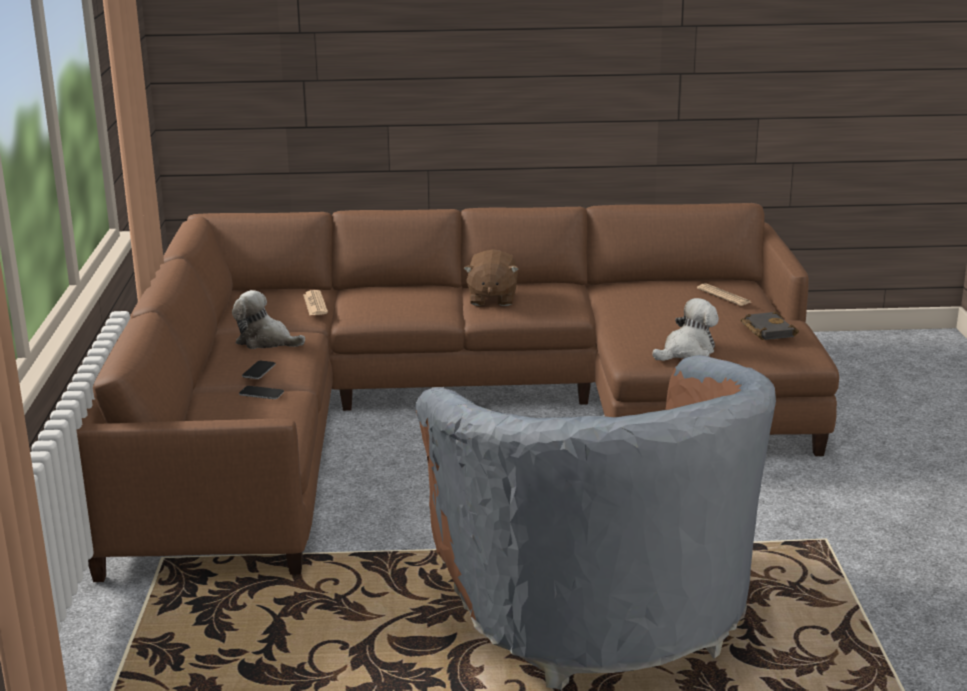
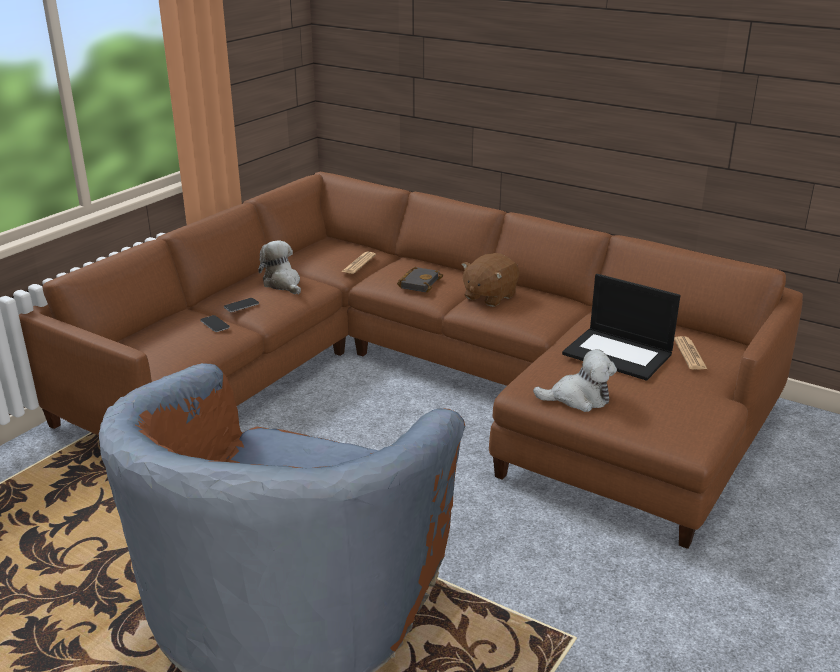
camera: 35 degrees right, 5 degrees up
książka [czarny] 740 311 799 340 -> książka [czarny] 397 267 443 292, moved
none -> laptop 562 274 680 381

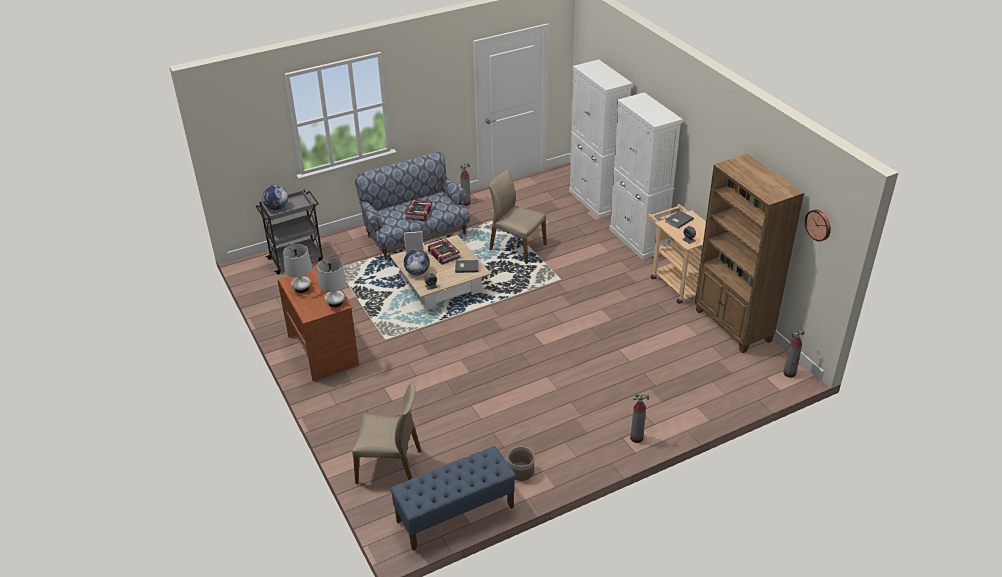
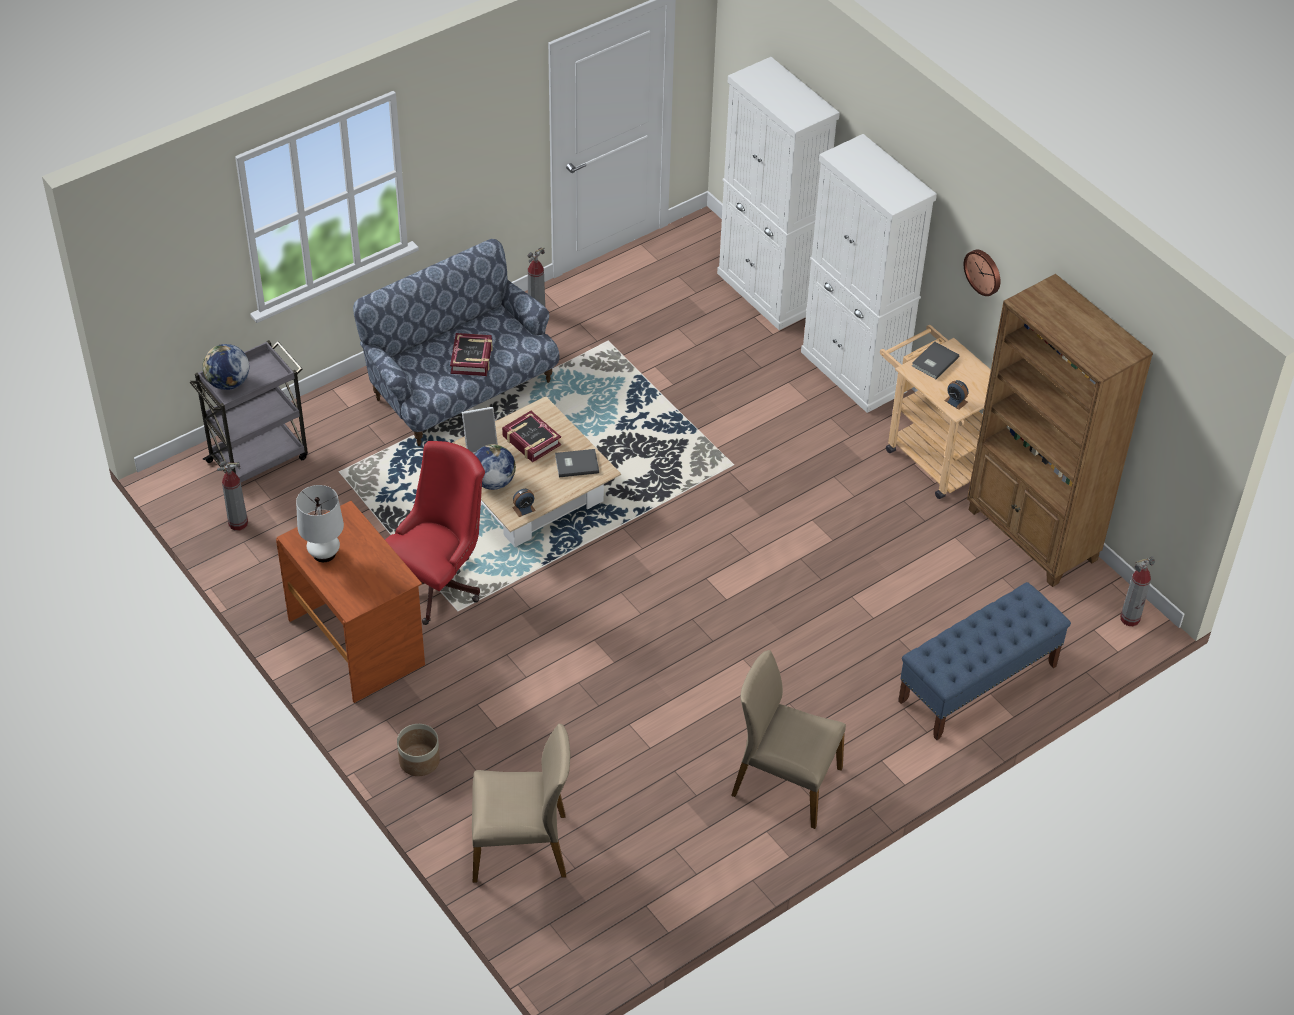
camera: 10 degrees left, 10 degrees up
gaśnica 630 394 649 443 -> gaśnica 217 461 248 531, moved
none -> krzesło biurowe [czerwony] 385 441 485 625
donica 508 447 534 481 -> donica 397 724 440 776, moved
krzesło [beżowy] 489 170 547 264 -> krzesło [beżowy] 731 650 846 829, moved
ławka [niebieski] 390 446 516 551 -> ławka [niebieski] 898 582 1071 740, moved
zegar ścienny 805 210 831 242 -> zegar ścienny 964 250 1001 296, moved
lampa stołowa [biały] 317 258 347 307 -> none

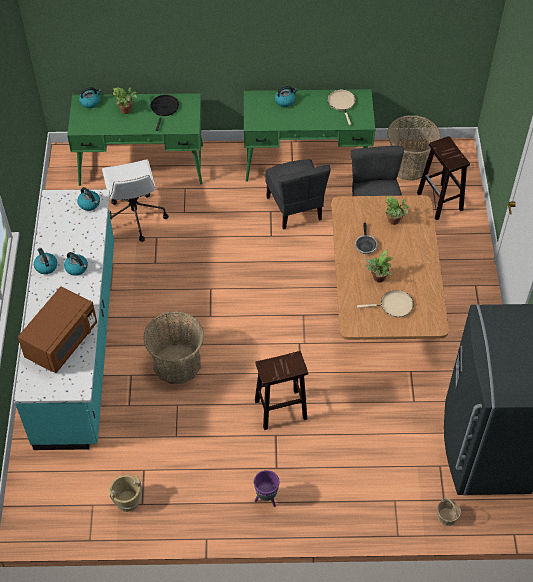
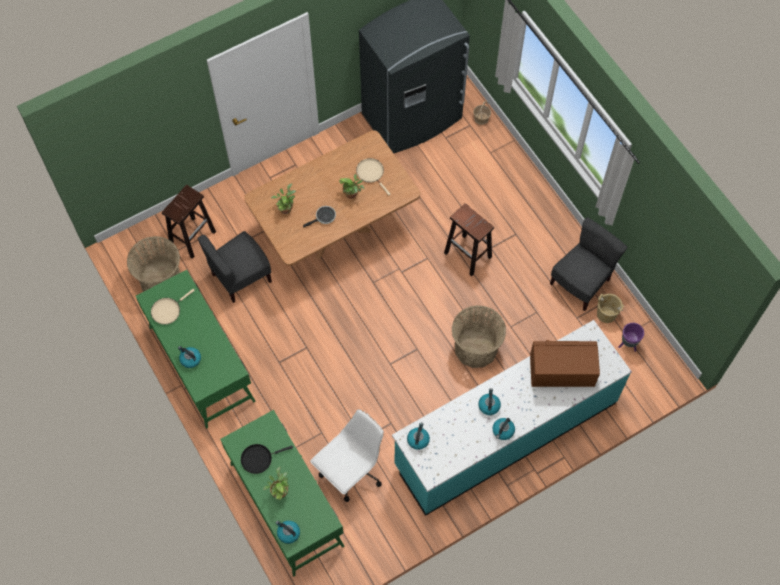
camera: 120 degrees left, 10 degrees up
krzesło [szary] 265 159 331 230 -> krzesło [szary] 550 217 627 311, moved
donica [fioletowy] 254 470 280 507 -> donica [fioletowy] 618 323 644 352, moved

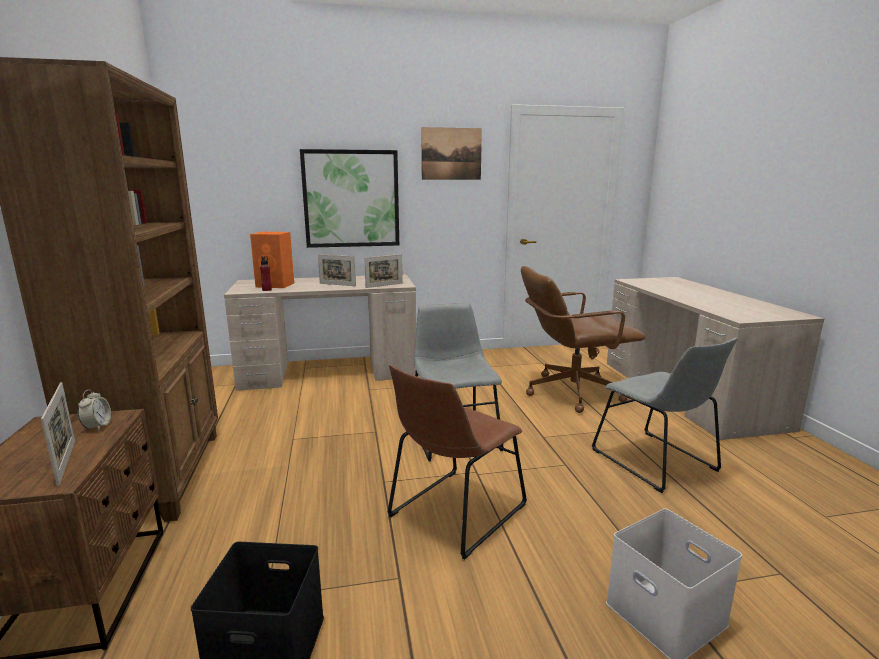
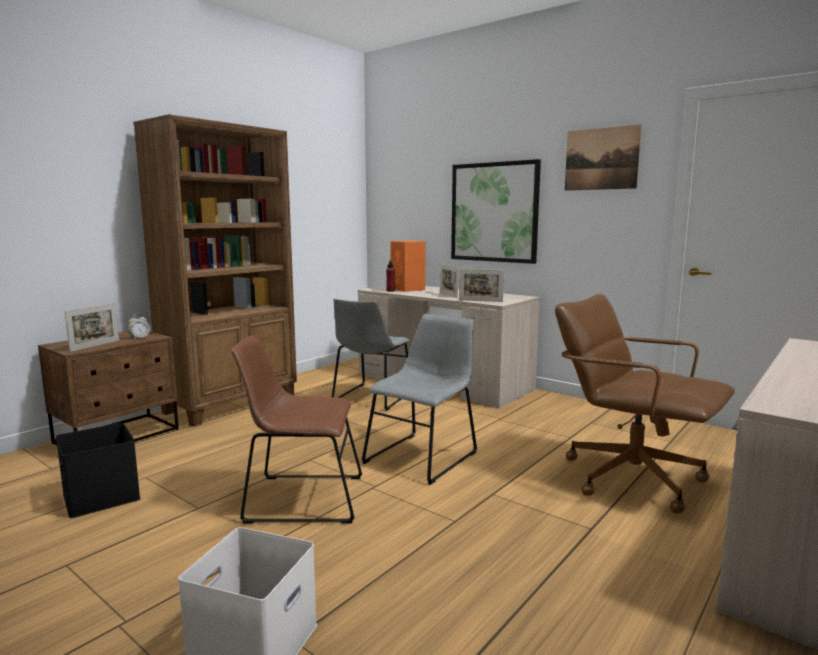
camera: 50 degrees right, 5 degrees down
krzesło [szary] 592 337 738 493 -> krzesło [szary] 332 299 410 411, moved

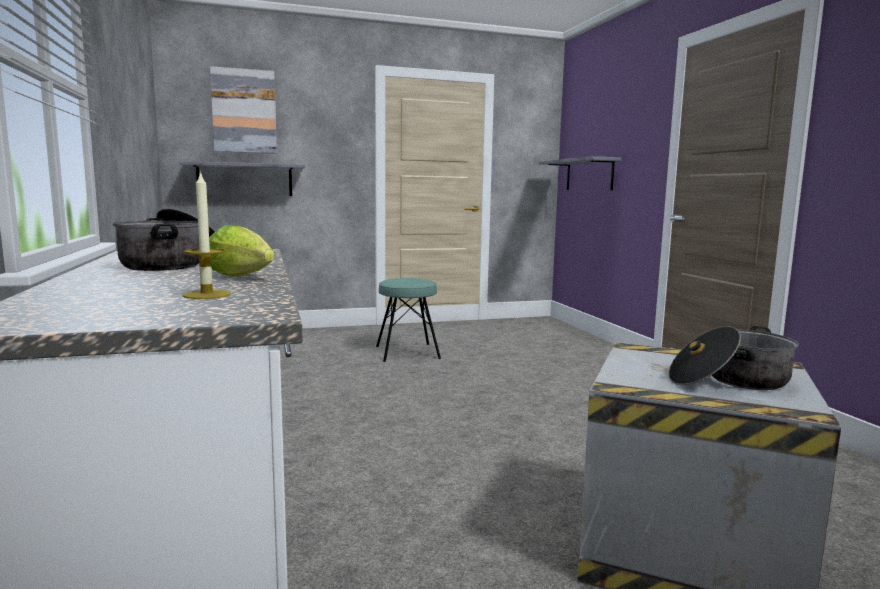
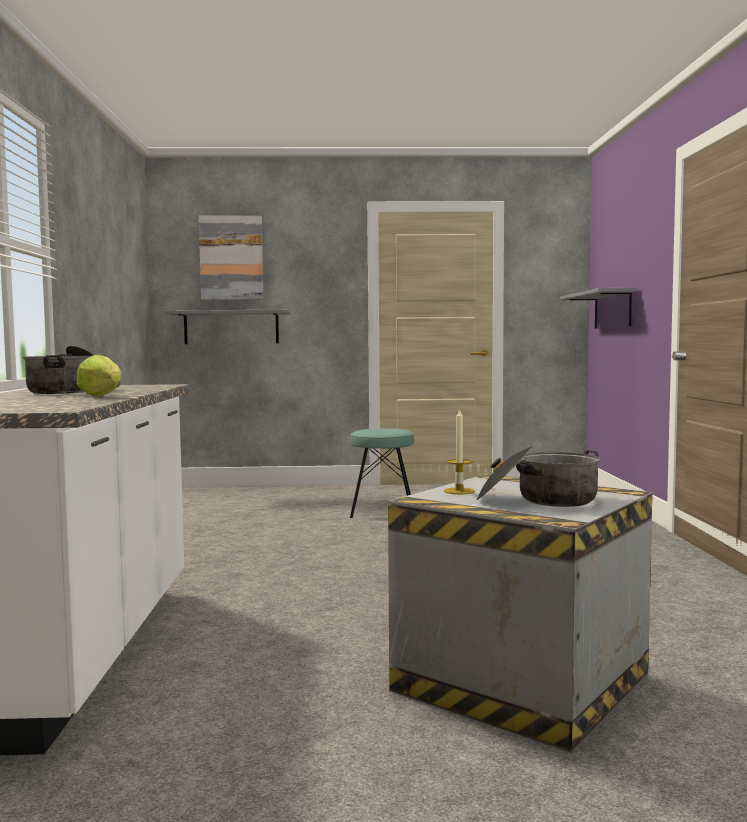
camera: 15 degrees right, 5 degrees down
świeca 183 171 231 299 -> świeca 444 408 475 494, moved

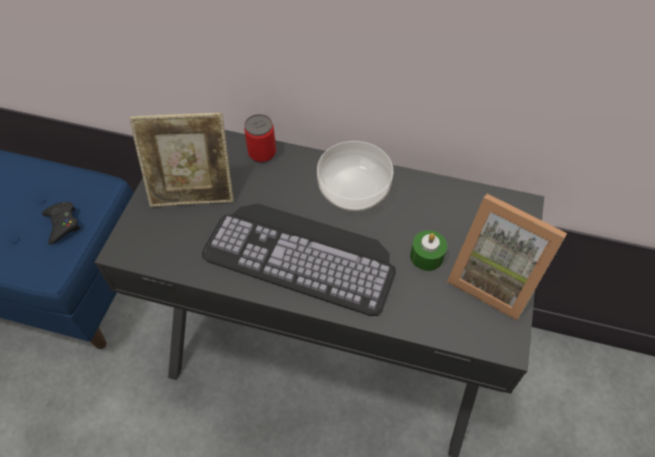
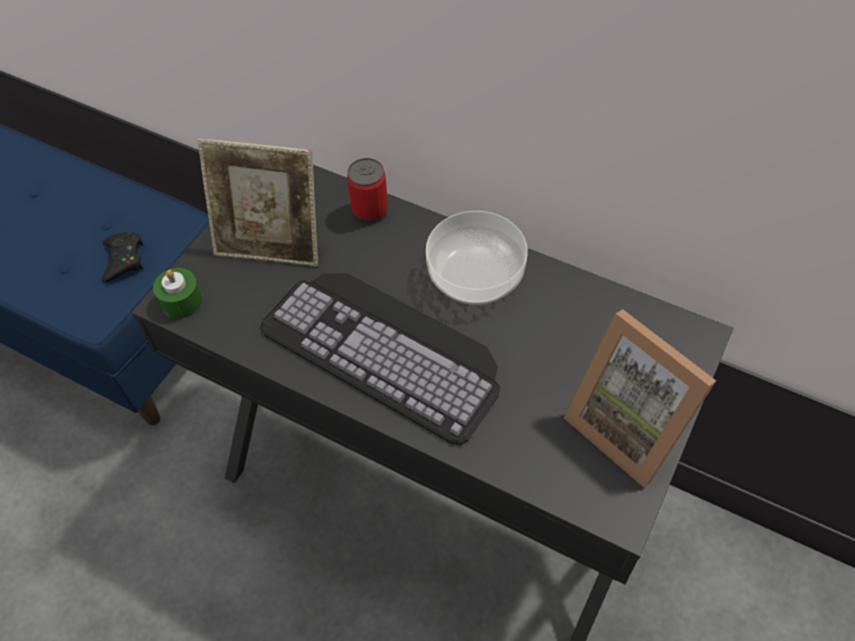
camera: 15 degrees right, 0 degrees up
świeca [zielony] 410 230 447 271 -> świeca [zielony] 153 268 203 318, moved

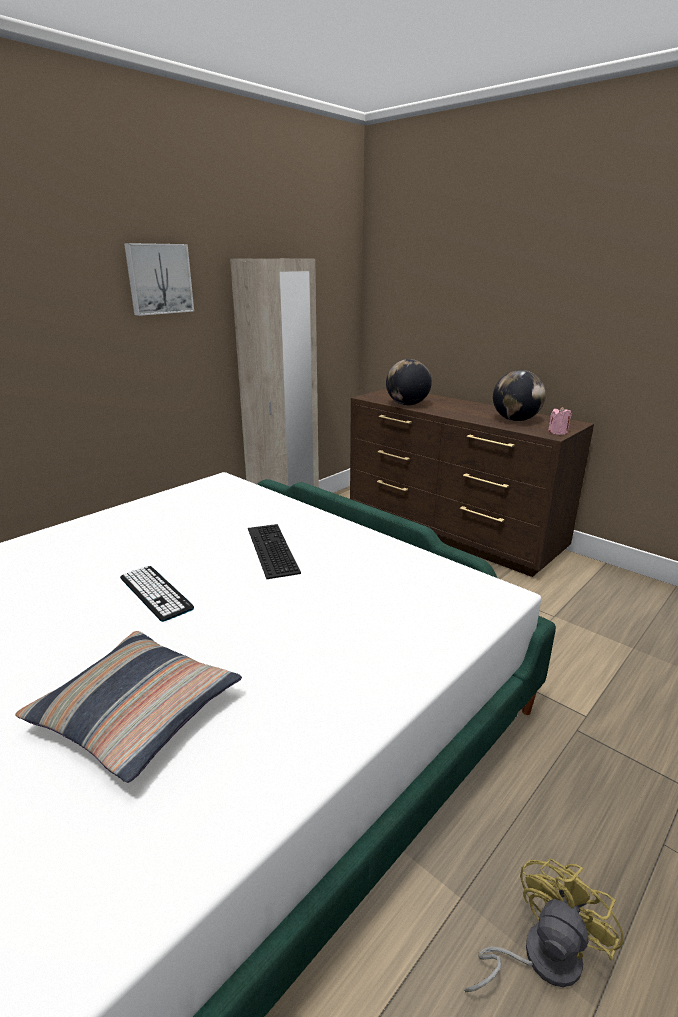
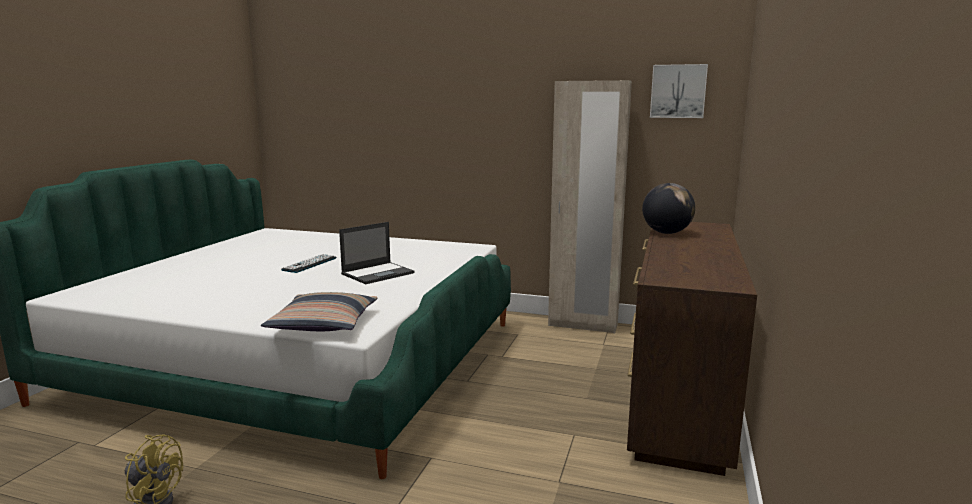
camera: 65 degrees right, 10 degrees down
poduszka 15 631 242 783 -> poduszka 261 292 378 331, moved
klawiatura 248 524 301 579 -> laptop 339 222 415 284
obraz 124 243 194 316 -> obraz 650 64 708 118, moved
globus 493 370 546 421 -> none
świeca [różowy] 548 407 572 435 -> none

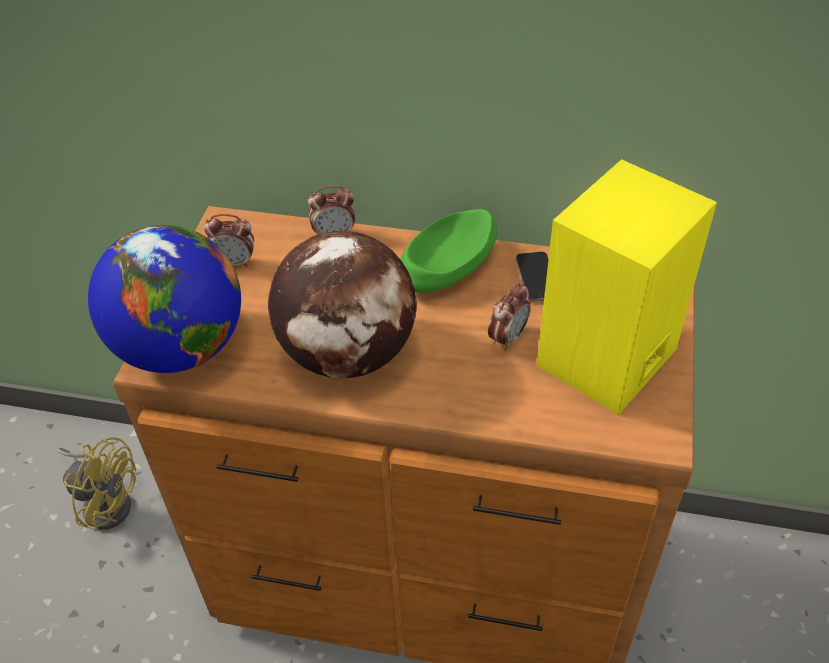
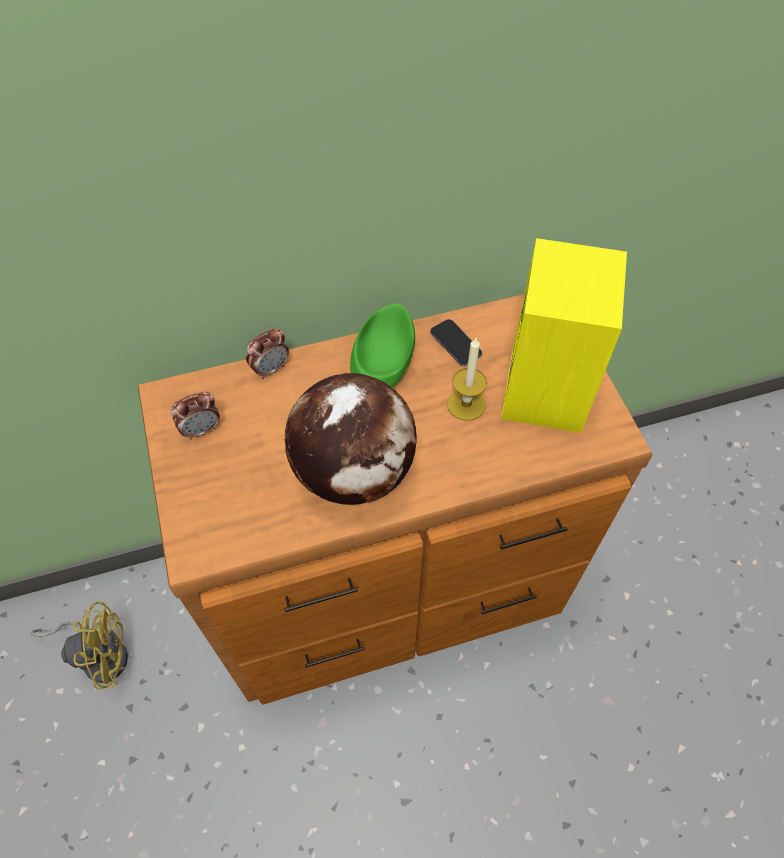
camera: 30 degrees left, 10 degrees up
budzik 488 282 531 351 -> świeca 447 338 487 421
globus 88 225 241 373 -> none

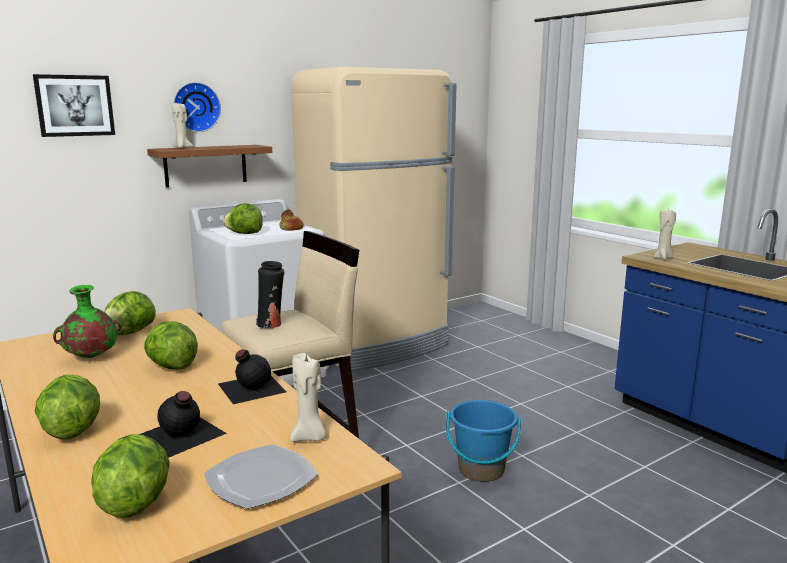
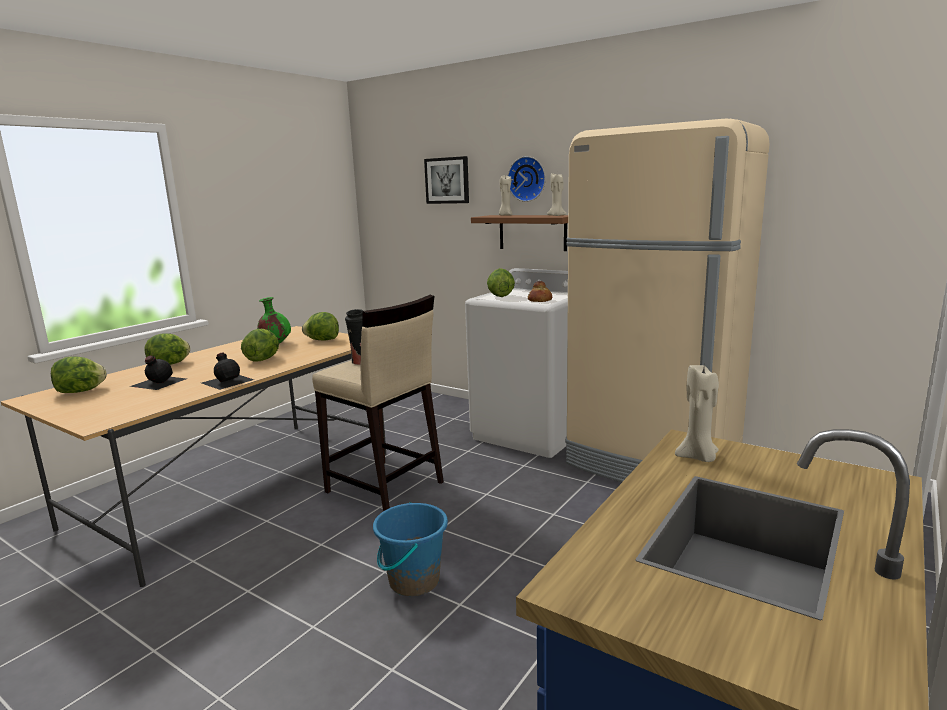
camera: 70 degrees right, 0 degrees up
świeca [beżowy] 290 353 326 442 -> świeca [beżowy] 547 173 567 216, moved
talerz 204 444 318 509 -> none

